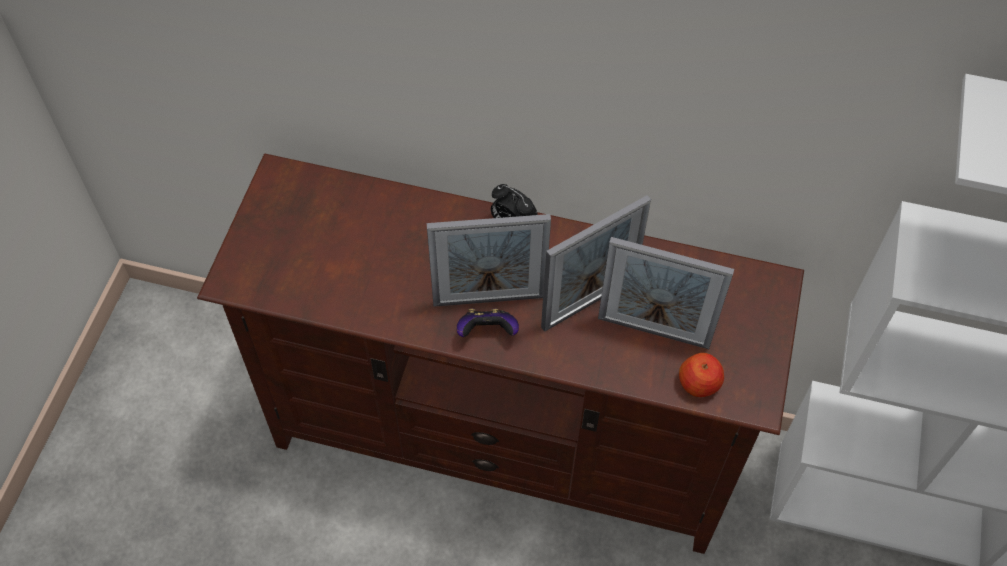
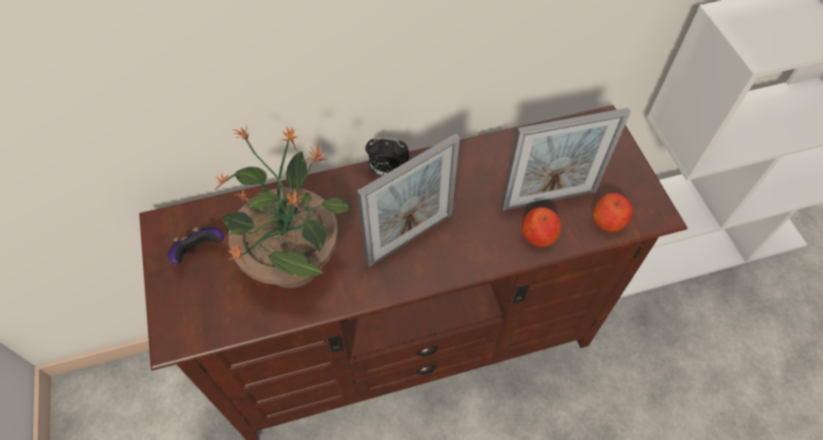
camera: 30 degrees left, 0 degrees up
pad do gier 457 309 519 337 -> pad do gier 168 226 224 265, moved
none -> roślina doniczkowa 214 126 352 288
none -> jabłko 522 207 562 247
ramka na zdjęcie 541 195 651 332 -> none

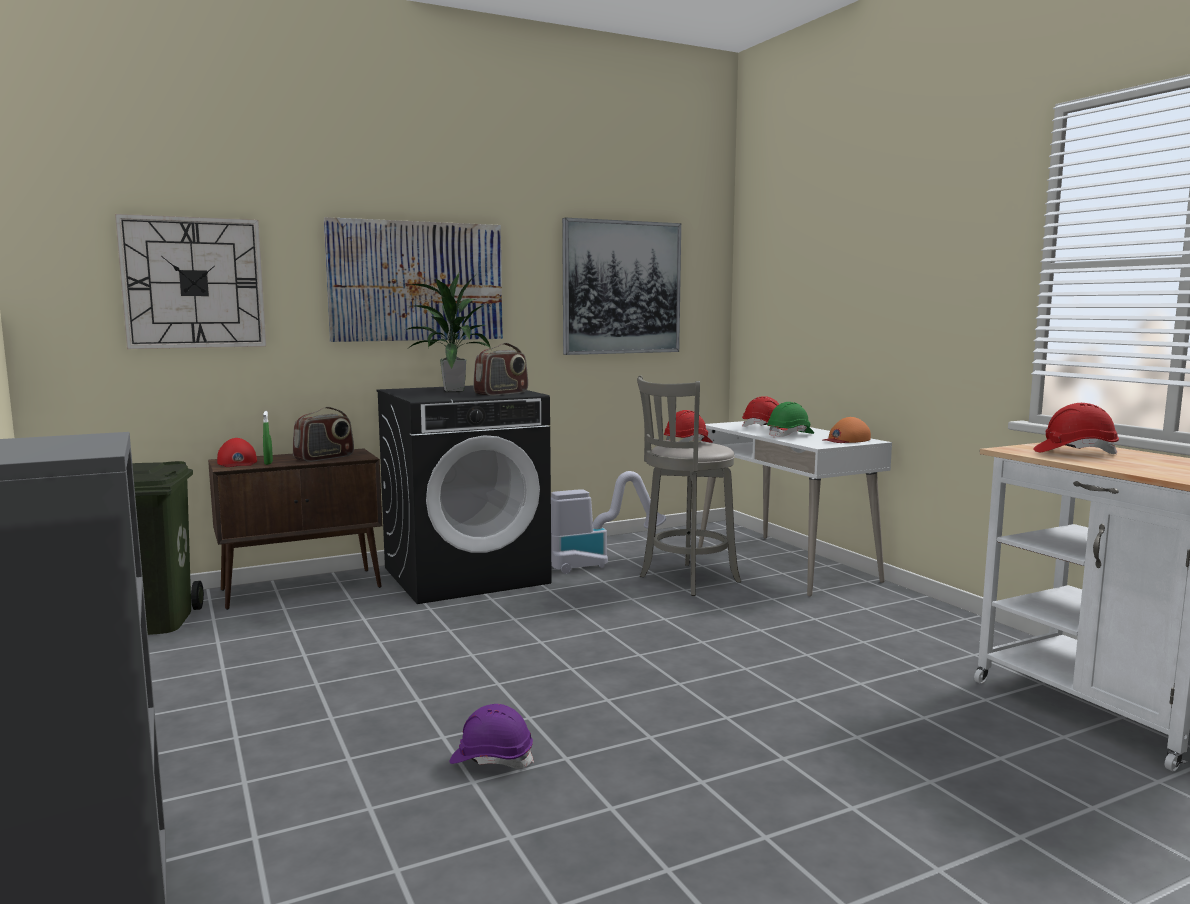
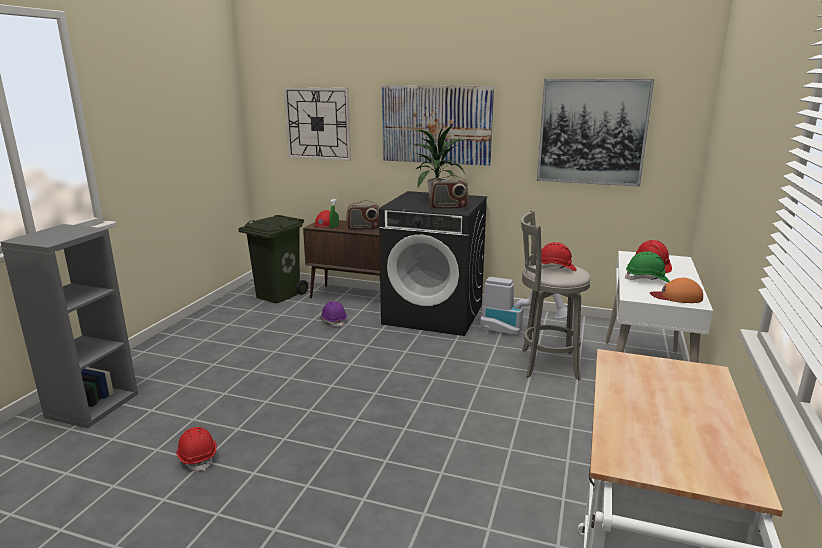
camera: 45 degrees right, 10 degrees up
kask [czerwony] 1033 403 1119 454 -> kask [czerwony] 176 427 217 471, moved
kask [fioletowy] 450 704 534 769 -> kask [fioletowy] 320 301 347 327, moved

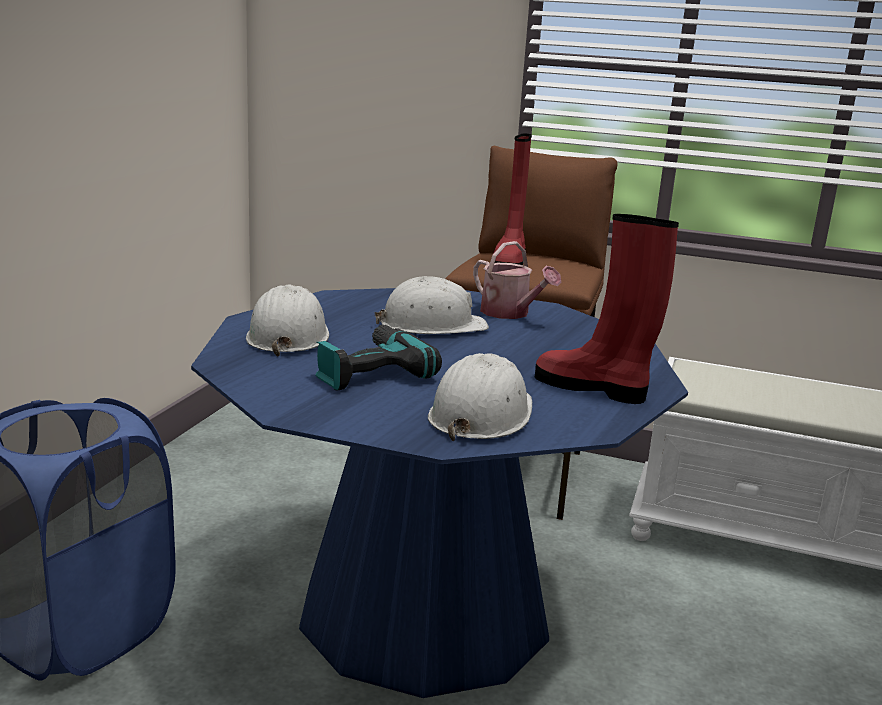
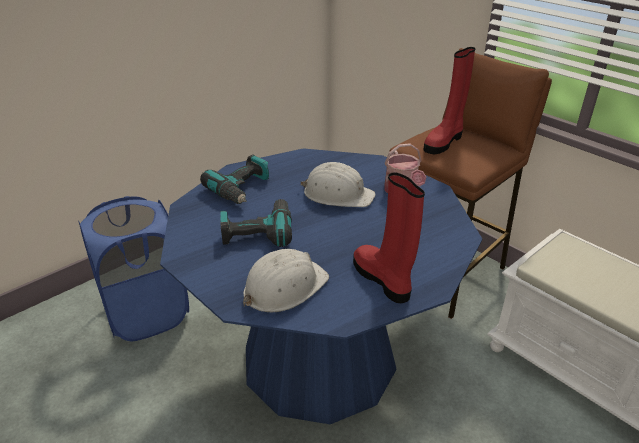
camera: 30 degrees right, 15 degrees up
kask [biały] 246 285 329 356 -> wiertarka 200 155 269 204

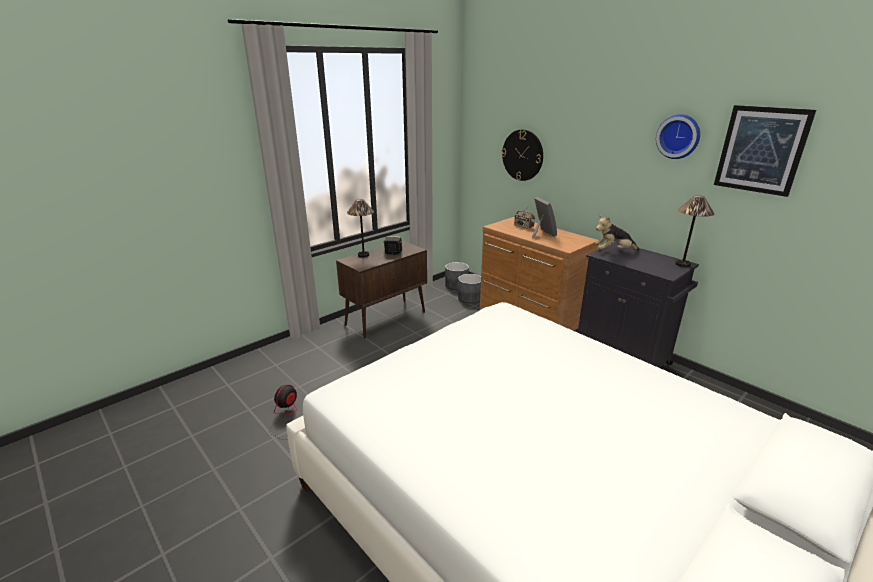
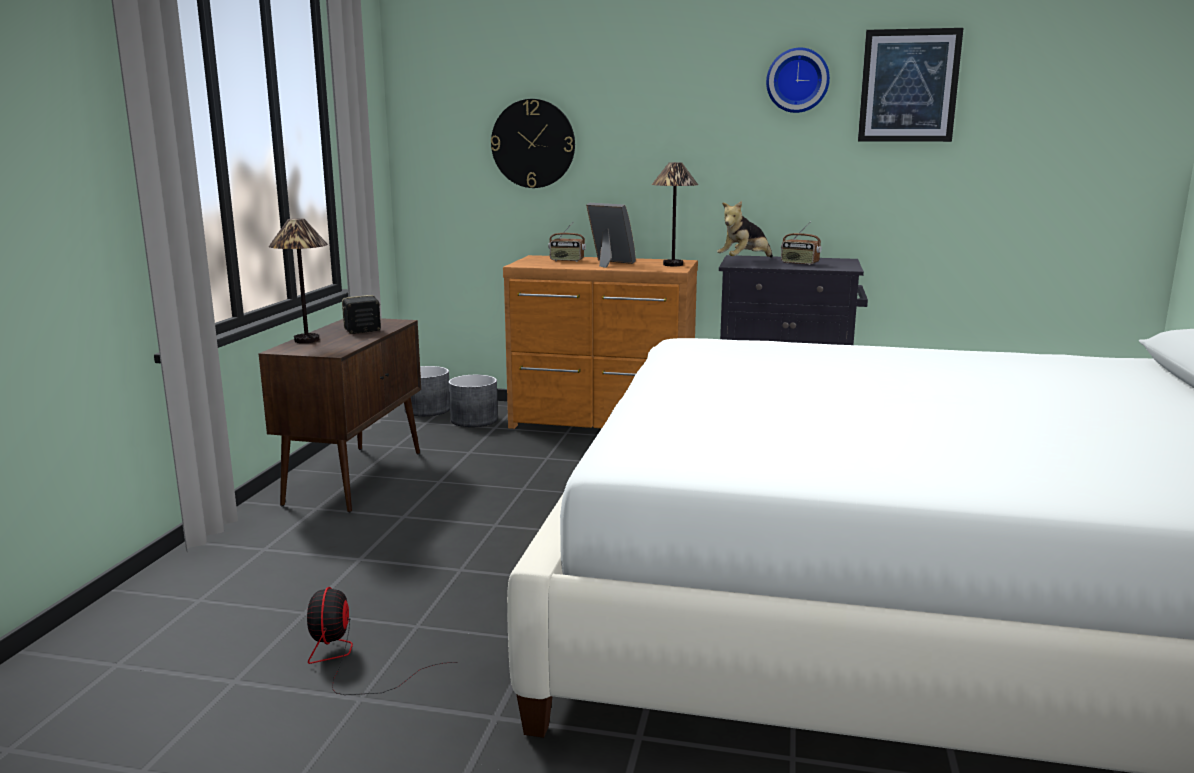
camera: 35 degrees left, 10 degrees down
lampa stołowa 675 195 714 267 -> lampa stołowa 652 162 698 266, moved
none -> radio 781 222 822 265

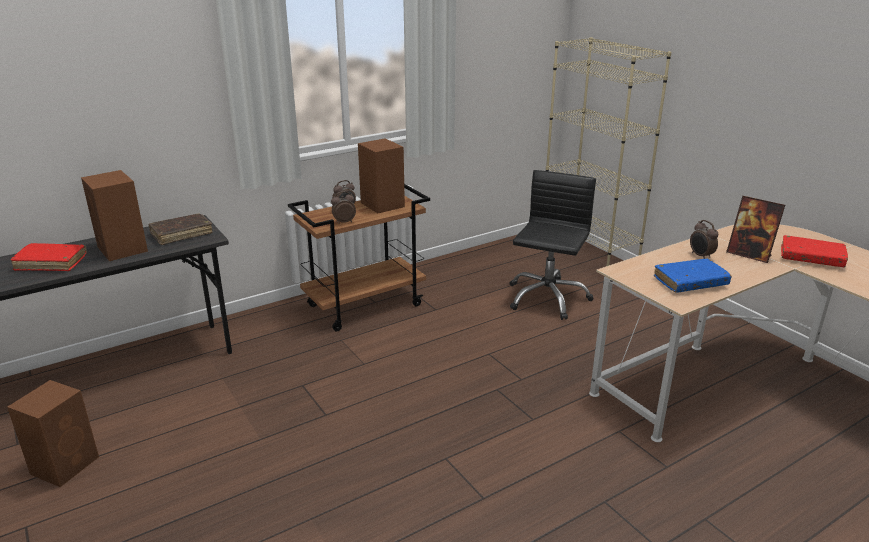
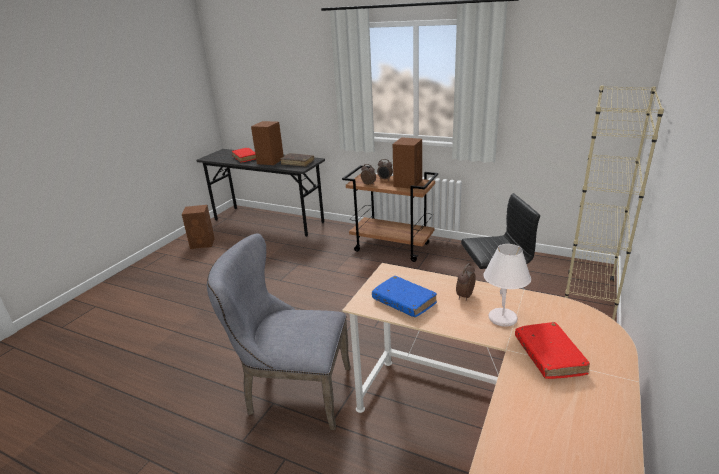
camera: 60 degrees right, 0 degrees up
none -> krzesło [szary] 207 234 350 430
ramka na zdjęcie 726 196 785 263 -> lampa stołowa [biały] 483 244 531 327

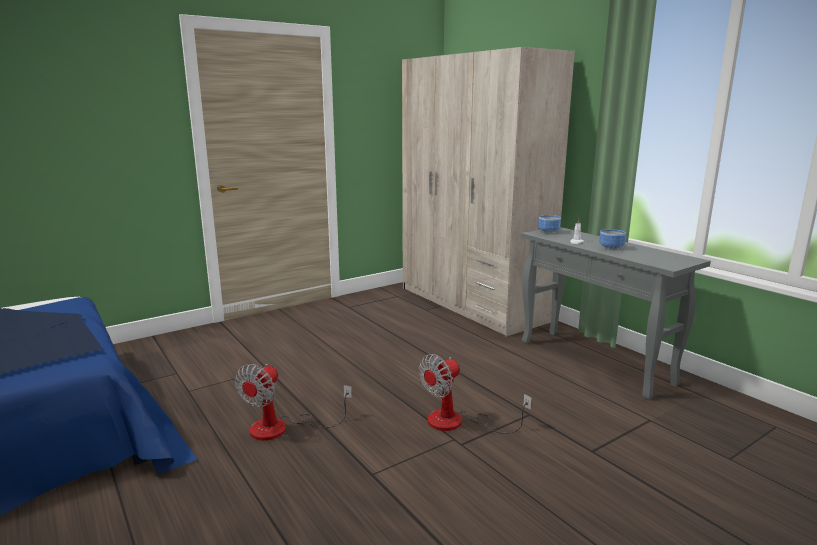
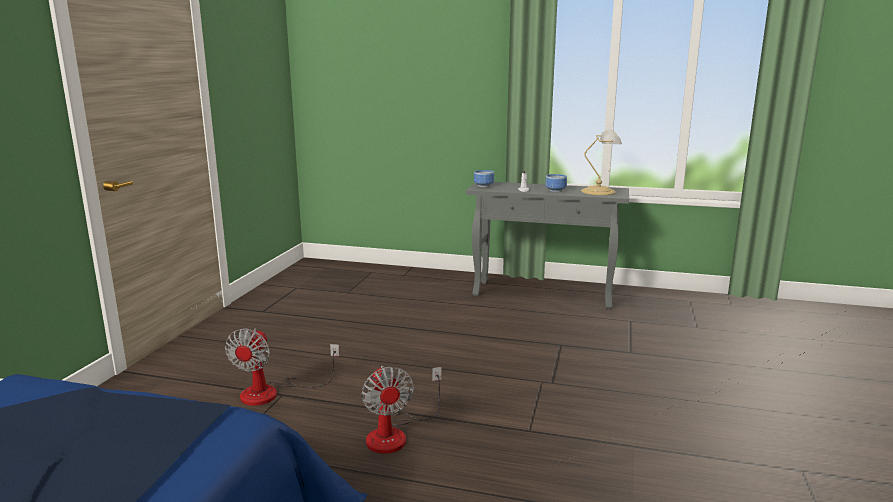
camera: 40 degrees left, 0 degrees up
wentylator 419 354 532 434 -> wentylator 225 328 339 406, moved
none -> lampa stołowa 581 130 622 195
szafa [beżowy] 402 47 575 337 -> none

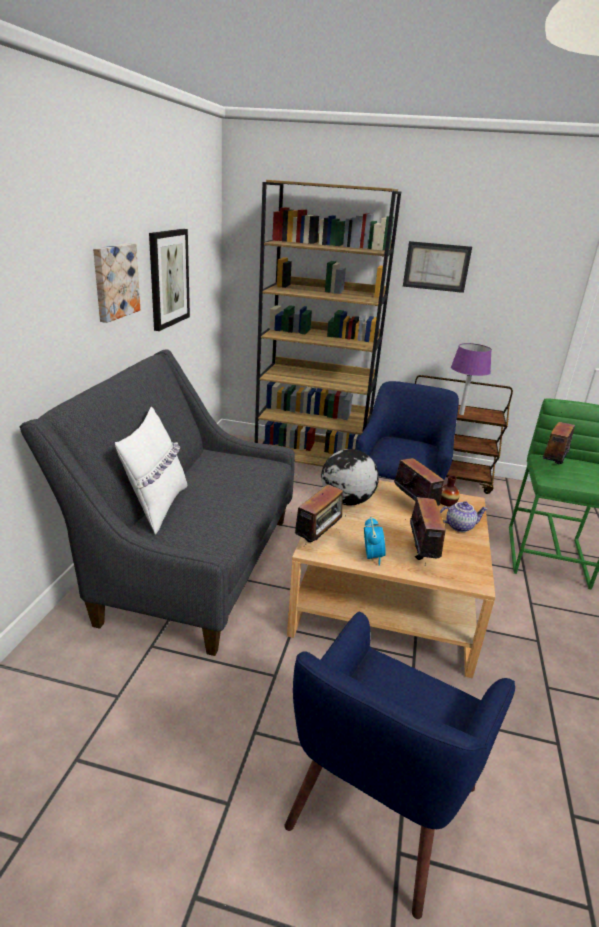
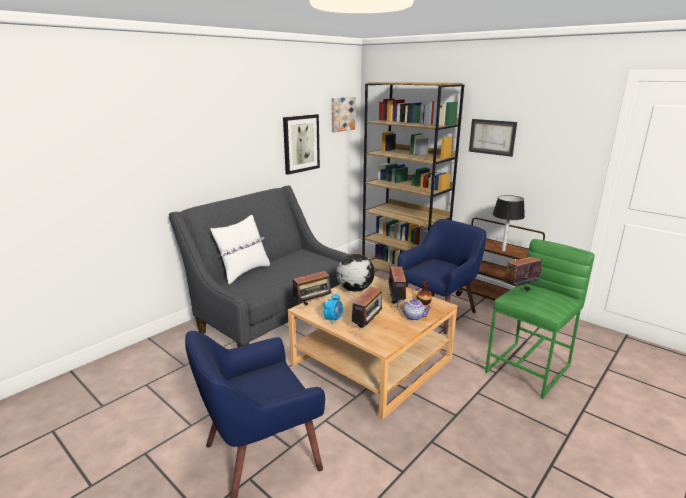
camera: 30 degrees right, 5 degrees down
obraz 93 243 140 323 -> obraz 331 97 356 132, moved
lampa stołowa [fioletowy] 451 343 492 415 -> lampa stołowa [czarny] 493 195 525 251

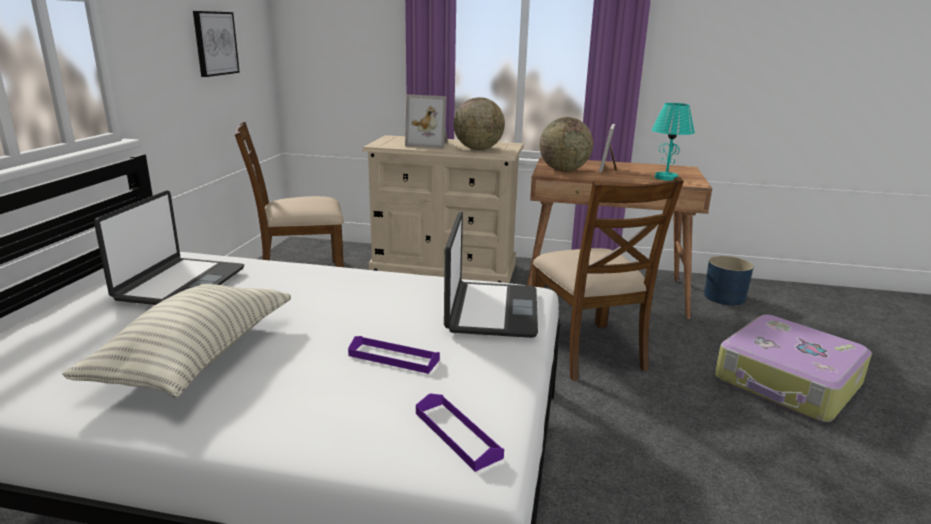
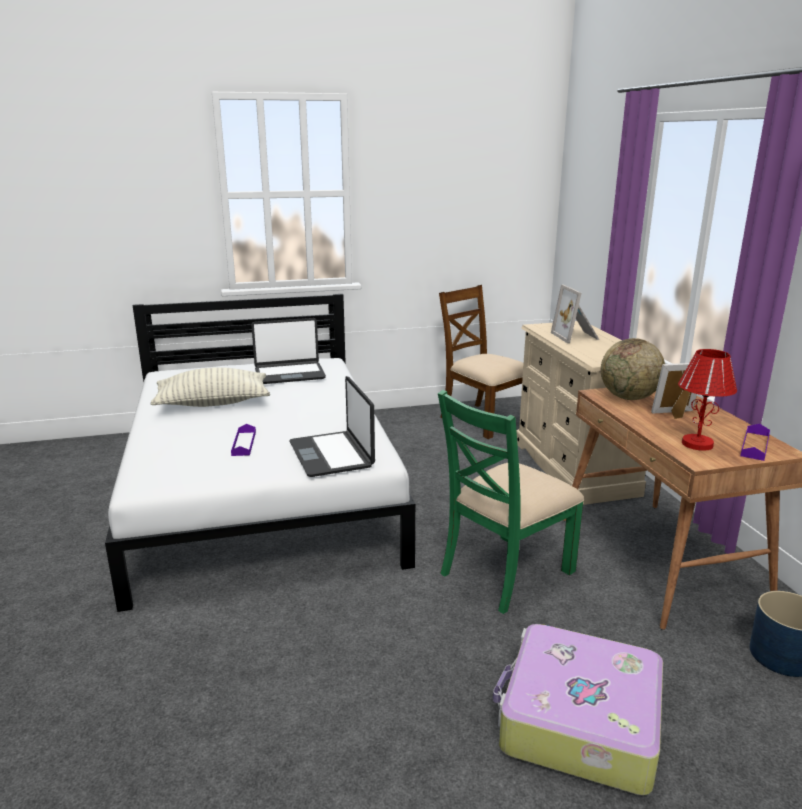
camera: 65 degrees right, 0 degrees up
laptop 444 212 538 338 -> laptop 289 376 375 477, 90 degrees clockwise
krzesło [brązowy] 532 177 684 381 -> krzesło [zielony] 438 390 584 614
lampa stołowa [turkusowy] 652 103 695 181 -> lampa stołowa [czerwony] 678 349 737 451
taca [fioletowy] 416 393 504 472 -> taca [fioletowy] 740 424 770 461, moved
obraz 193 11 240 77 -> none
globus 454 97 505 150 -> none

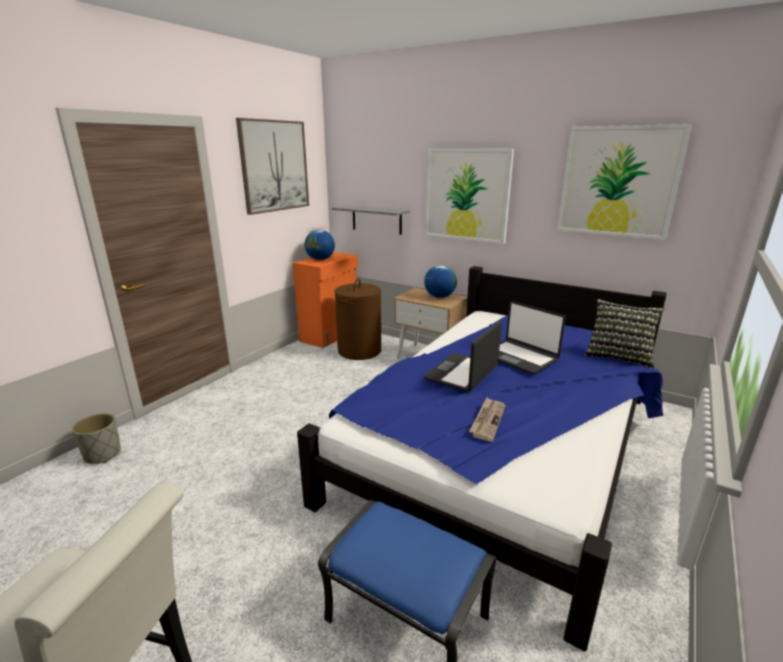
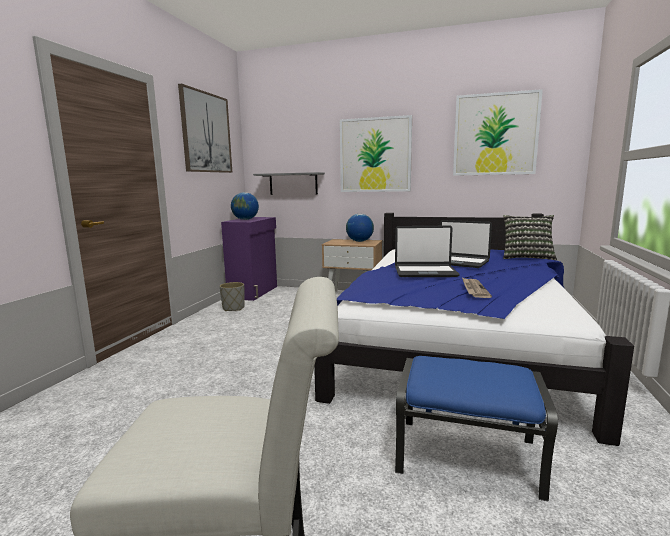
camera: 15 degrees left, 10 degrees down
donica [szary] 72 413 121 464 -> donica [szary] 220 282 245 311, moved
szafka [pomarańczowy] 293 252 358 348 -> szafka [fioletowy] 221 217 277 301
laptop 424 321 502 392 -> laptop 395 226 460 277, 105 degrees counterclockwise
kosz na pranie [brązowy] 334 279 381 360 -> none

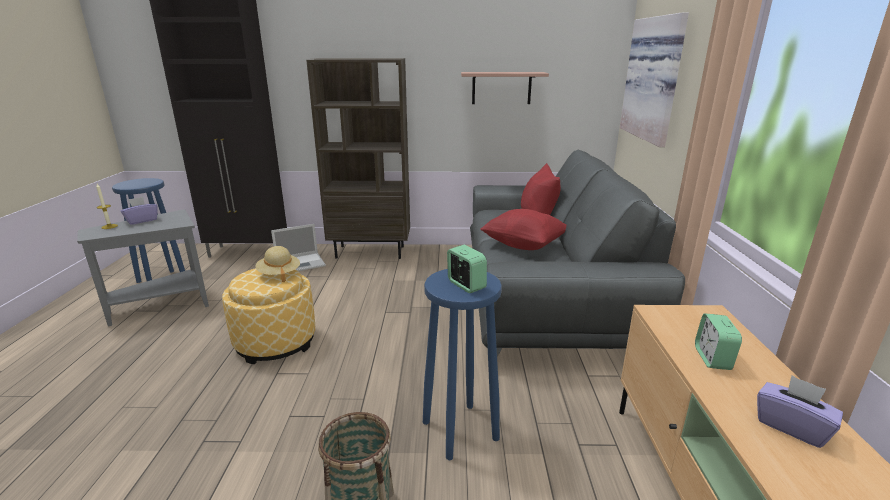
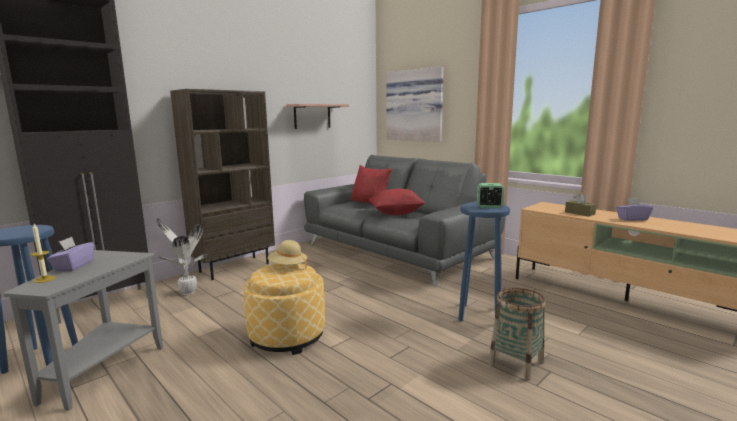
camera: 45 degrees left, 10 degrees down
laptop 271 224 326 271 -> roślina doniczkowa 156 218 208 295
budzik 695 313 742 370 -> pudełko chusteczek [brązowy] 565 193 597 217

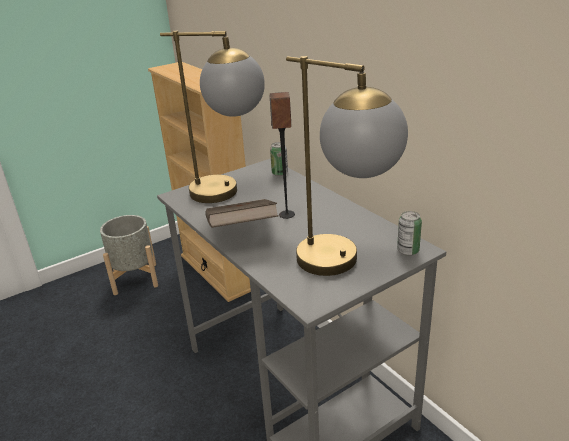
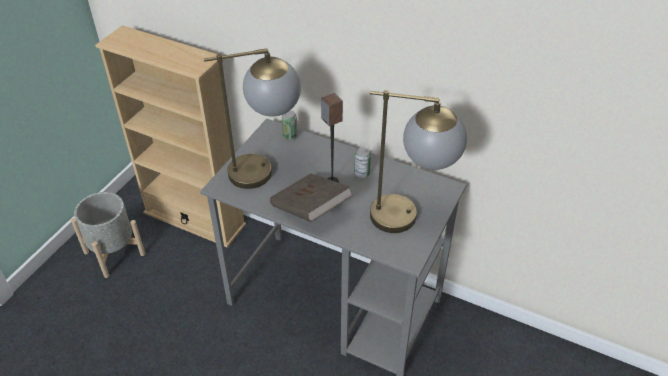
camera: 30 degrees left, 15 degrees up
puszka 397 211 422 256 -> puszka 354 147 371 178, moved

